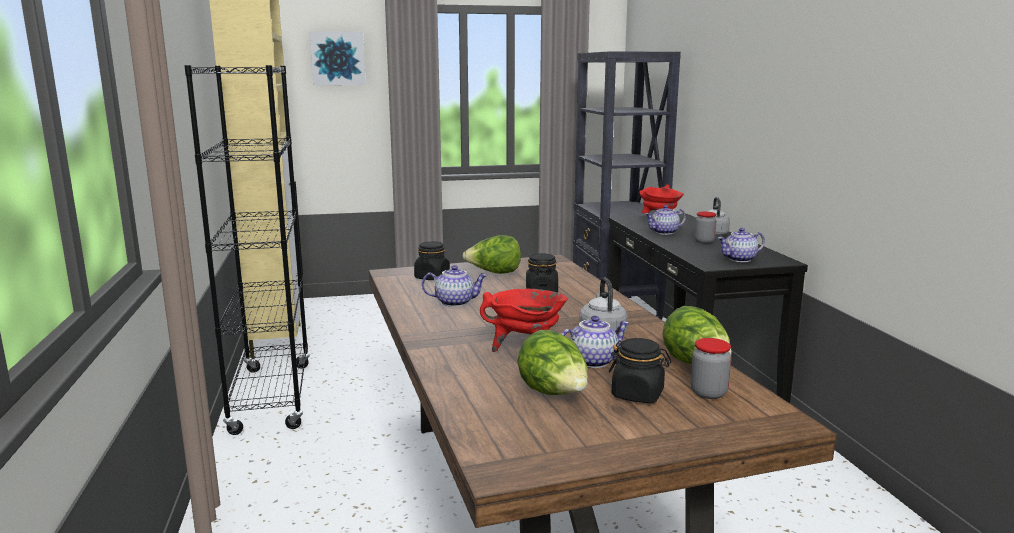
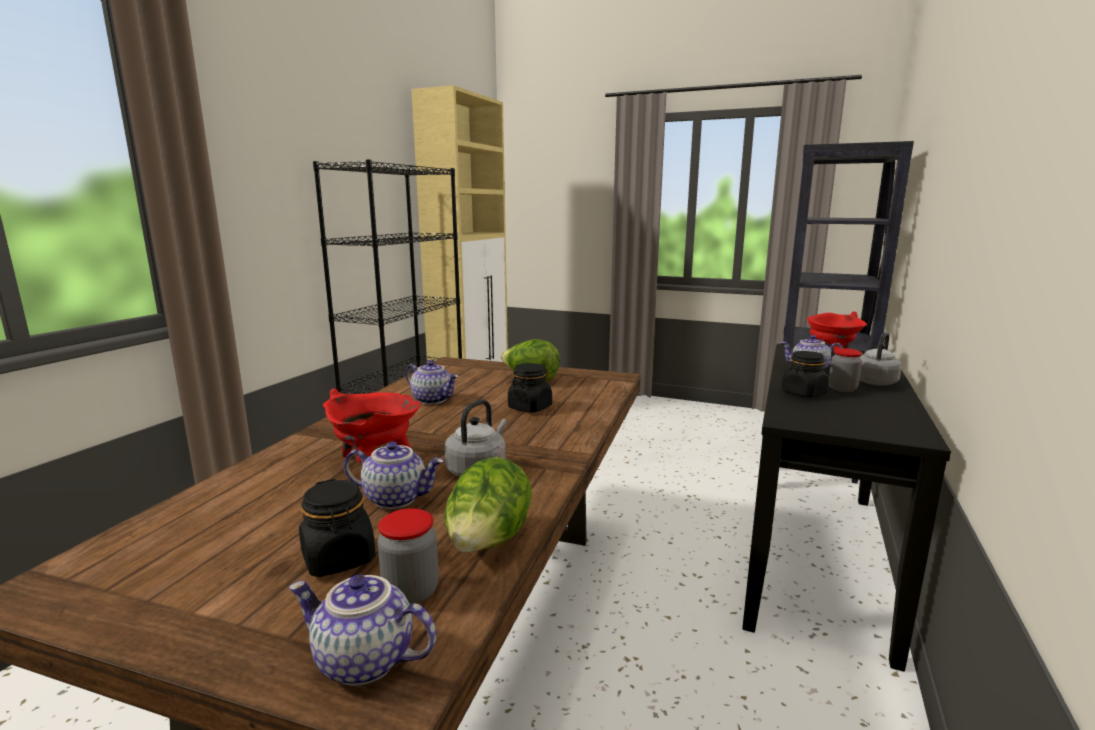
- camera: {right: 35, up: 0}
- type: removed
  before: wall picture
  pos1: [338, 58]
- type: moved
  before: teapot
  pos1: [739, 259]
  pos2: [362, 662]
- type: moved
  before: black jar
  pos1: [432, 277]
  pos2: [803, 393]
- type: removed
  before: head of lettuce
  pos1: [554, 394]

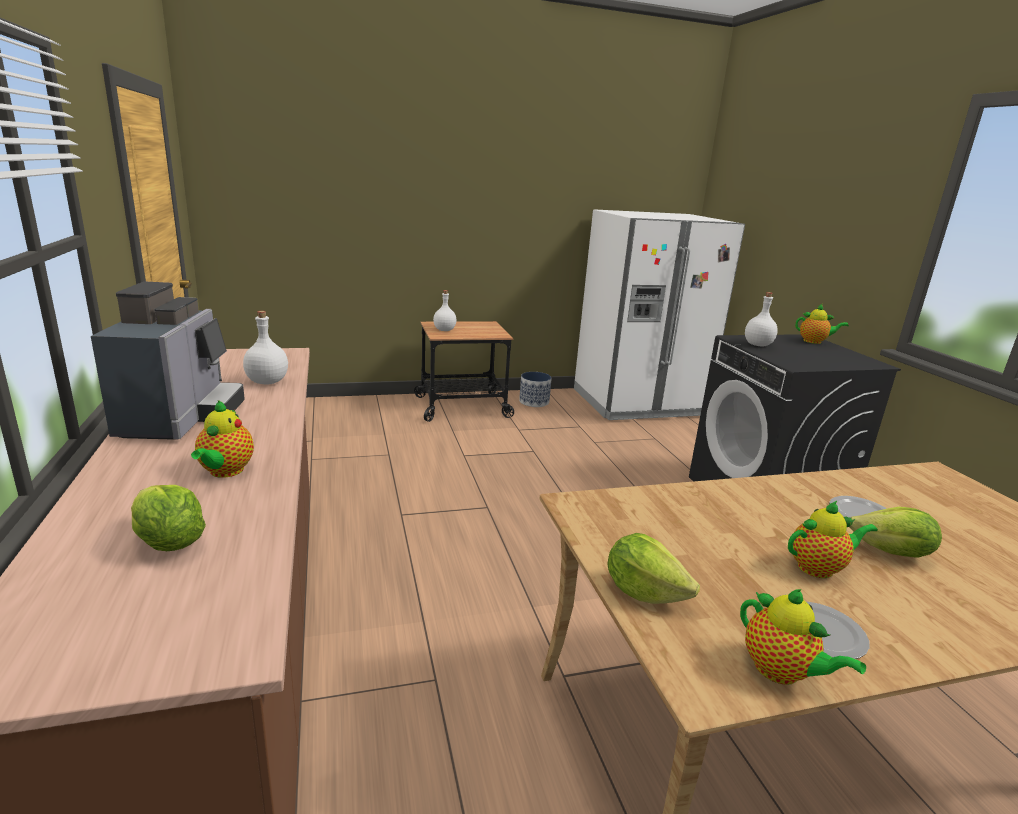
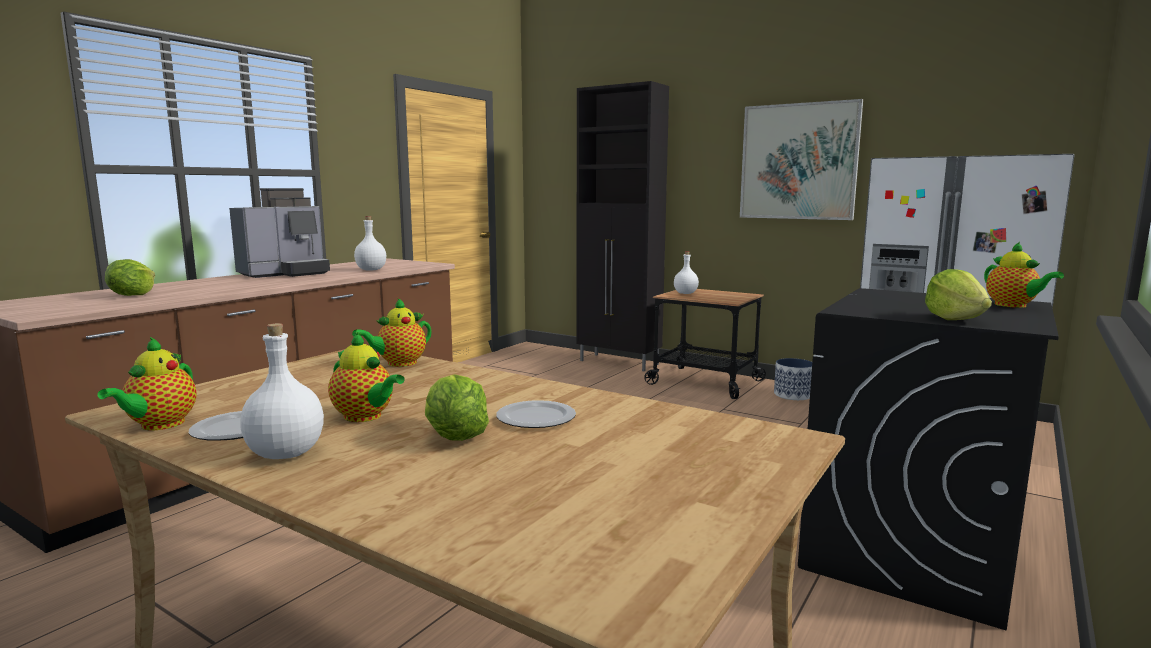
- camera: {right: 50, up: -10}
- type: moved
  before: whitish beverage bottle
  pos1: [758, 345]
  pos2: [287, 454]
- type: moved
  before: teapot
  pos1: [225, 472]
  pos2: [399, 363]
- type: moved
  before: head of lettuce
  pos1: [644, 592]
  pos2: [955, 319]
- type: added
  after: black storage cabinet
  pos2: [619, 363]
- type: added
  after: wall picture
  pos2: [798, 161]

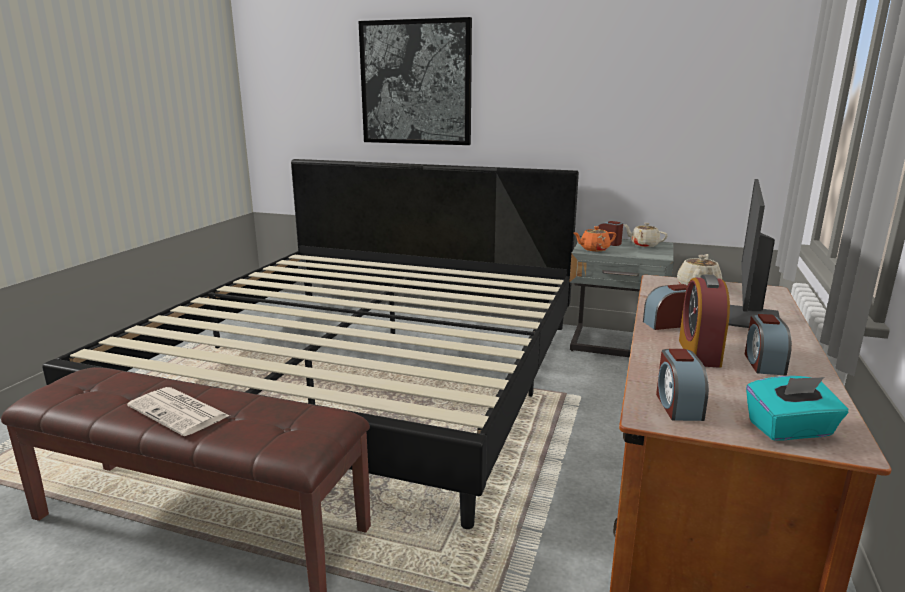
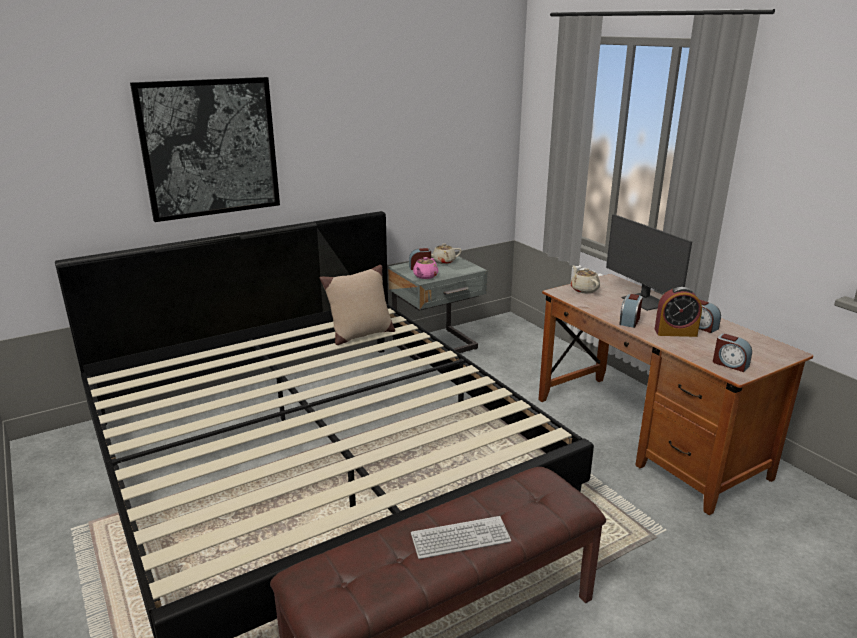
- camera: {right: -50, up: 5}
- type: recoloured
  before: orange teapot
  after: pink teapot
  pos1: [593, 249]
  pos2: [425, 276]
- type: turned
  before: alarm clock
  pos1: [699, 353]
  pos2: [675, 332]
  turn: -45
- type: removed
  before: turquoise box of tissues
  pos1: [790, 430]
- type: replaced
  before: daily paper
  after: keyboard
  pos1: [180, 412]
  pos2: [460, 539]
- type: added
  after: beige throw pillow
  pos2: [360, 335]

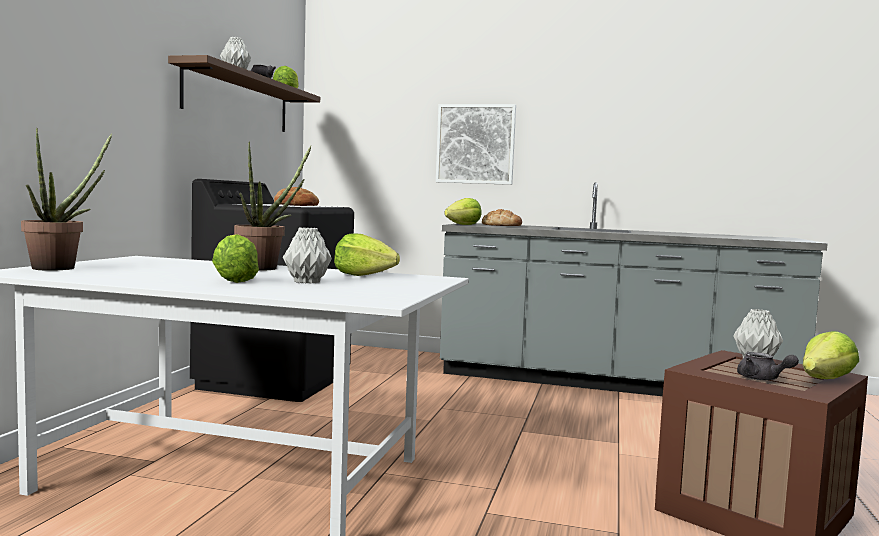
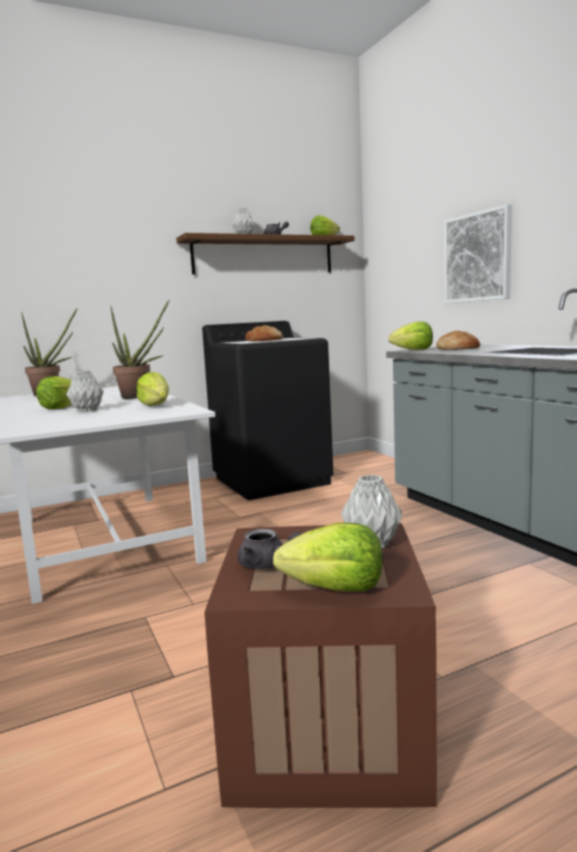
- camera: {right: 50, up: 5}
- type: turned
  before: gray teapot
  pos1: [762, 379]
  pos2: [268, 564]
  turn: -75

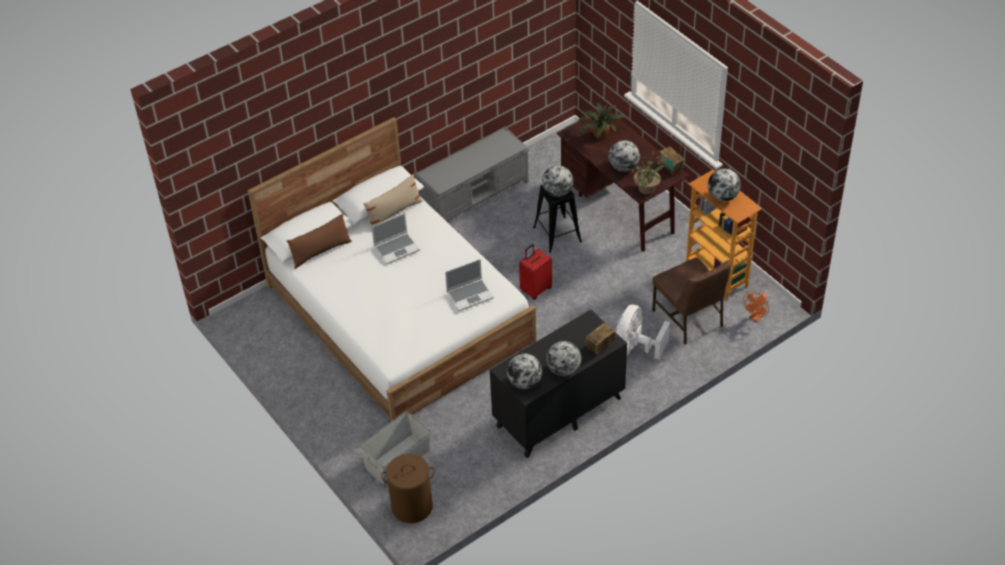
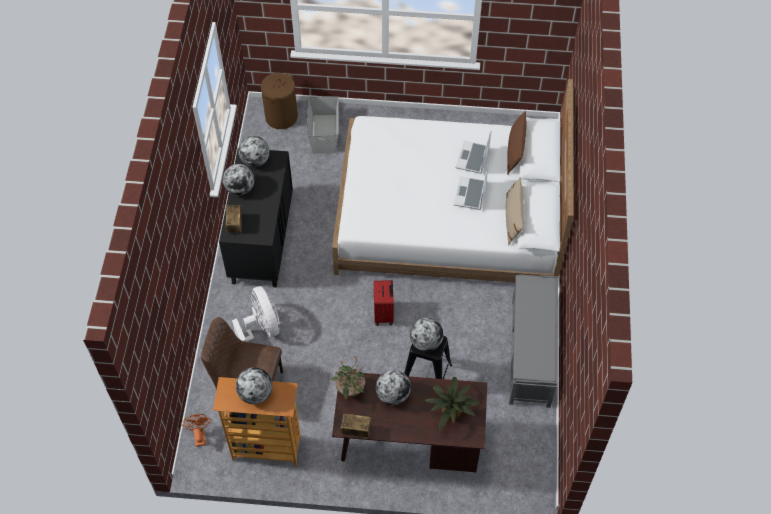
- camera: {right: 130, up: 10}
- type: moved
  before: notebook computer
  pos1: [470, 295]
  pos2: [473, 158]

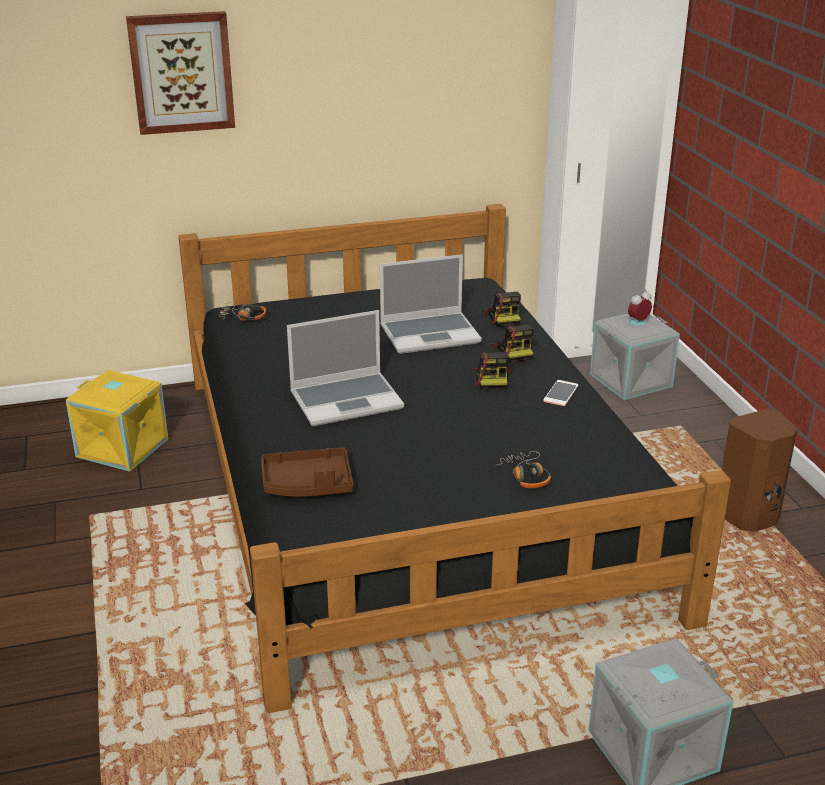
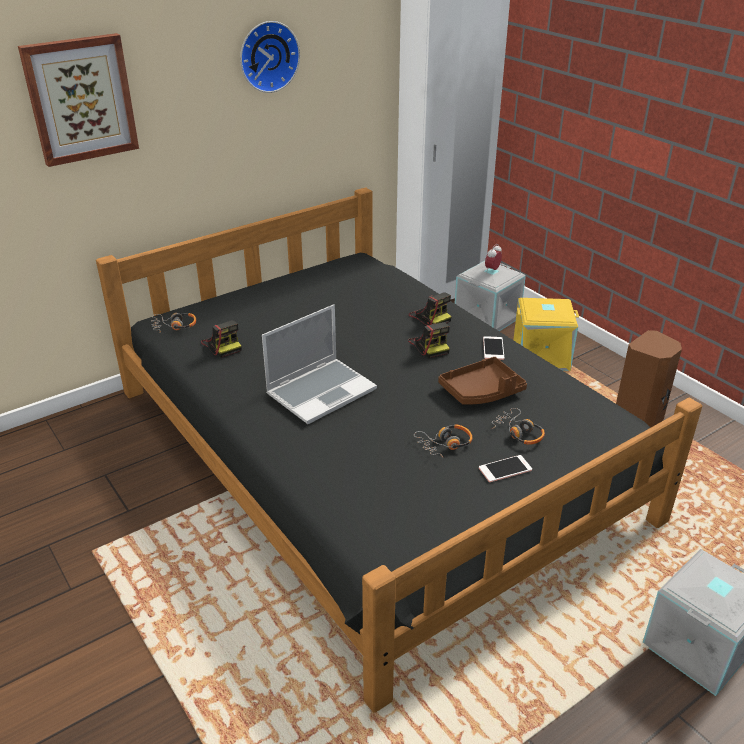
- camera: {right: -20, up: 5}
- type: removed
  before: notebook computer
  pos1: [430, 334]
- type: moved
  before: still camera
  pos1: [502, 317]
  pos2: [222, 345]
- type: moved
  before: yellowish storage container
  pos1: [124, 447]
  pos2: [541, 356]
- type: moved
  before: brown carrying tray
  pos1: [308, 485]
  pos2: [482, 391]
- type: added
  after: hanging clock
  pos2: [267, 56]
- type: added
  after: headset
  pos2: [445, 444]
- type: added
  after: phone
  pos2: [505, 469]

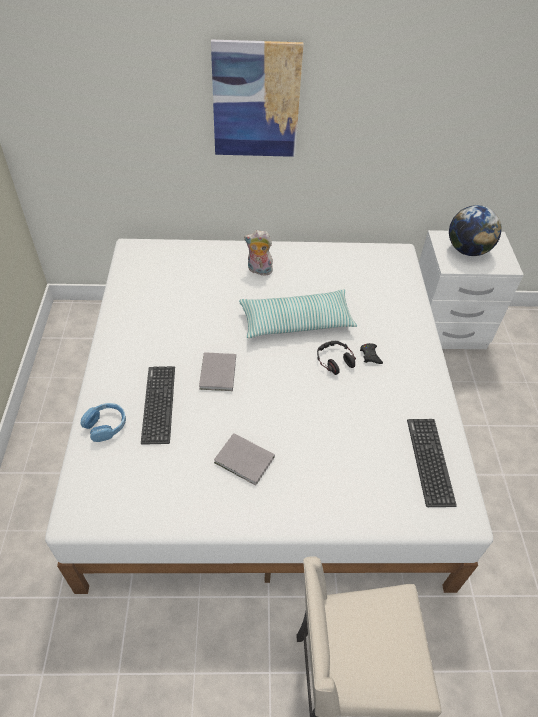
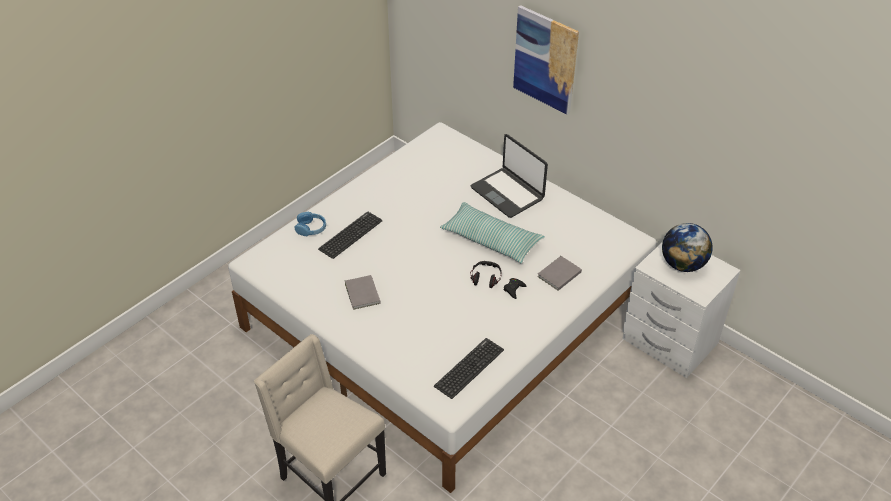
- camera: {right: 45, up: -5}
- type: replaced
  before: cuddly toy
  after: notebook computer
  pos1: [258, 270]
  pos2: [507, 193]
- type: moved
  before: gray book
  pos1: [217, 374]
  pos2: [558, 274]

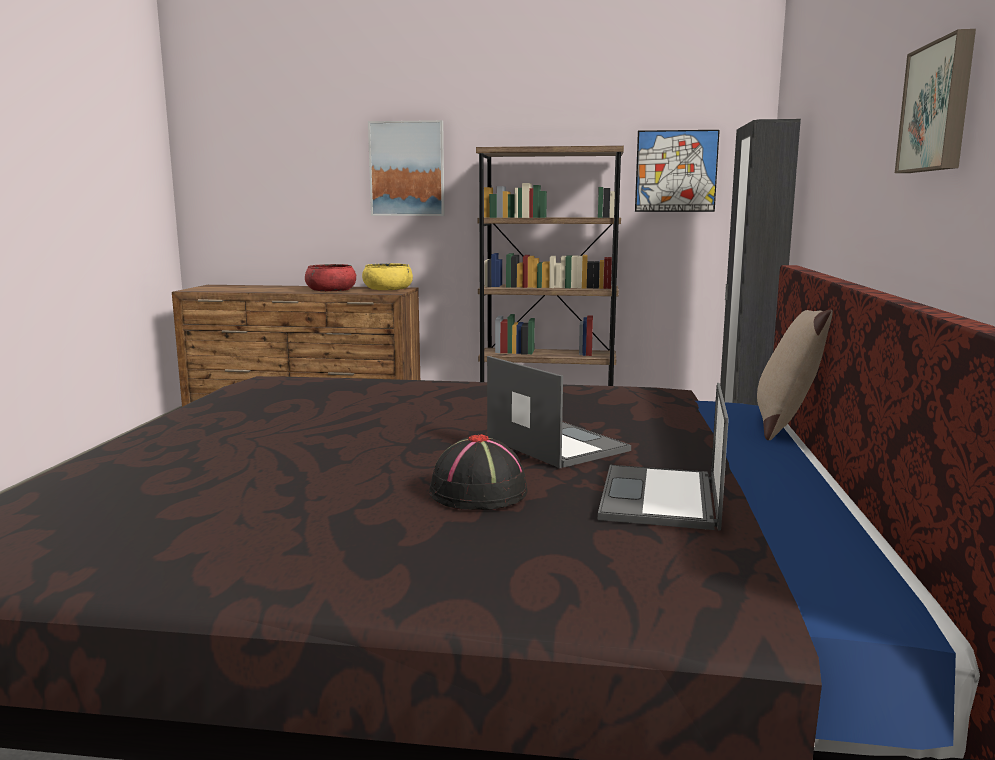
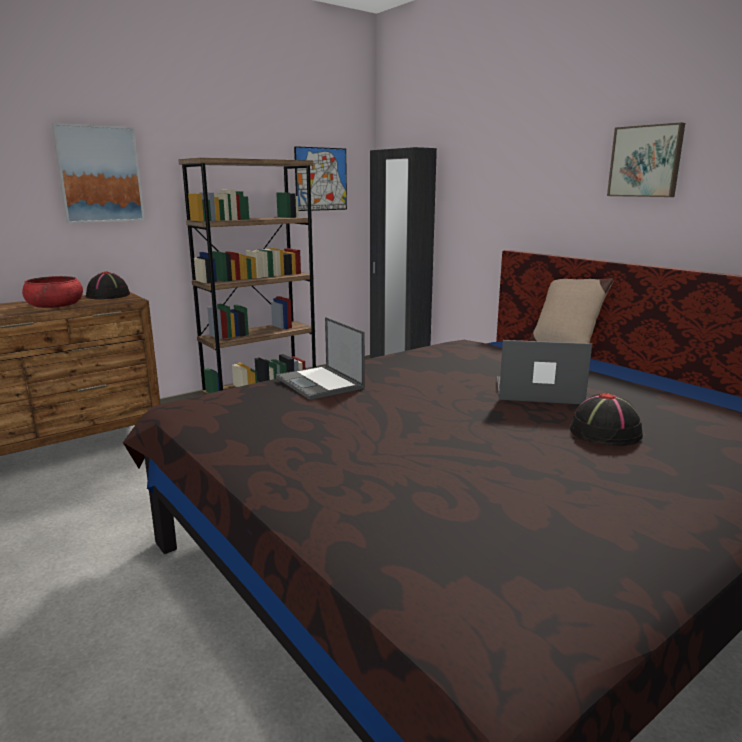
- camera: {right: -45, up: 5}
- type: replaced
  before: yellowish serving bowl
  after: black wearable hat
  pos1: [387, 289]
  pos2: [108, 296]
- type: moved
  before: notebook computer
  pos1: [661, 499]
  pos2: [320, 383]

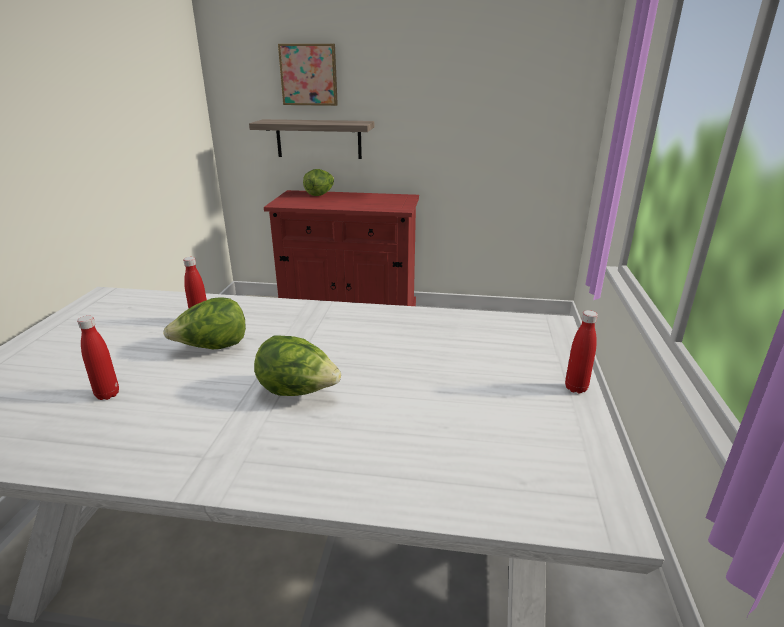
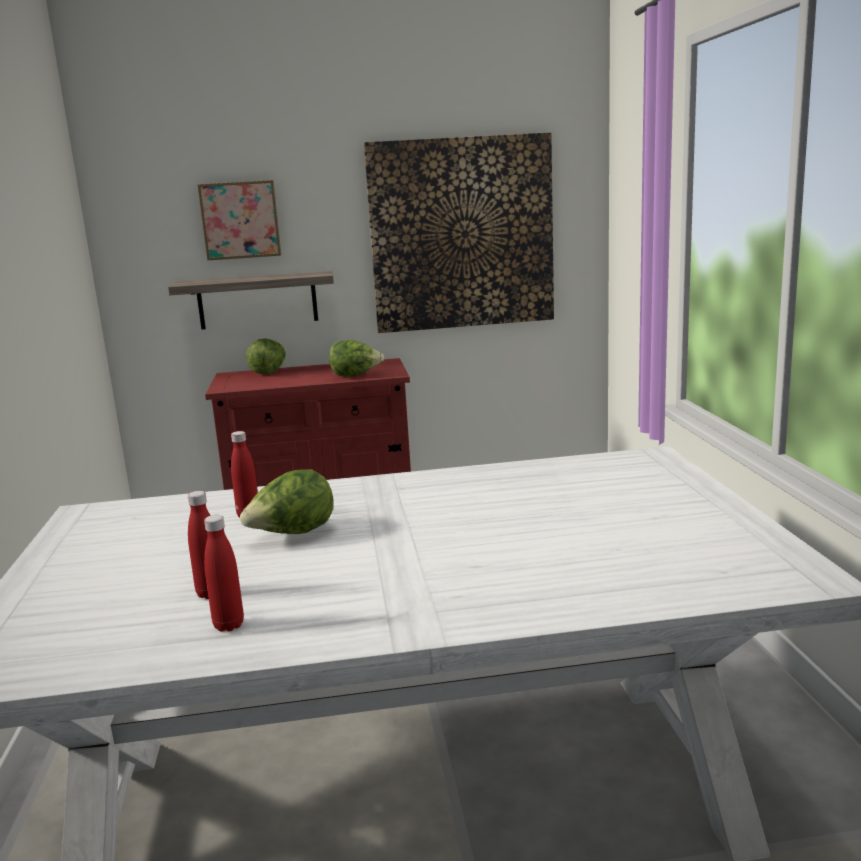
- camera: {right: -15, up: -10}
- type: moved
  before: red beverage bottle
  pos1: [576, 388]
  pos2: [229, 625]
- type: moved
  before: head of lettuce
  pos1: [298, 392]
  pos2: [355, 376]
- type: added
  after: wall picture
  pos2: [461, 234]

